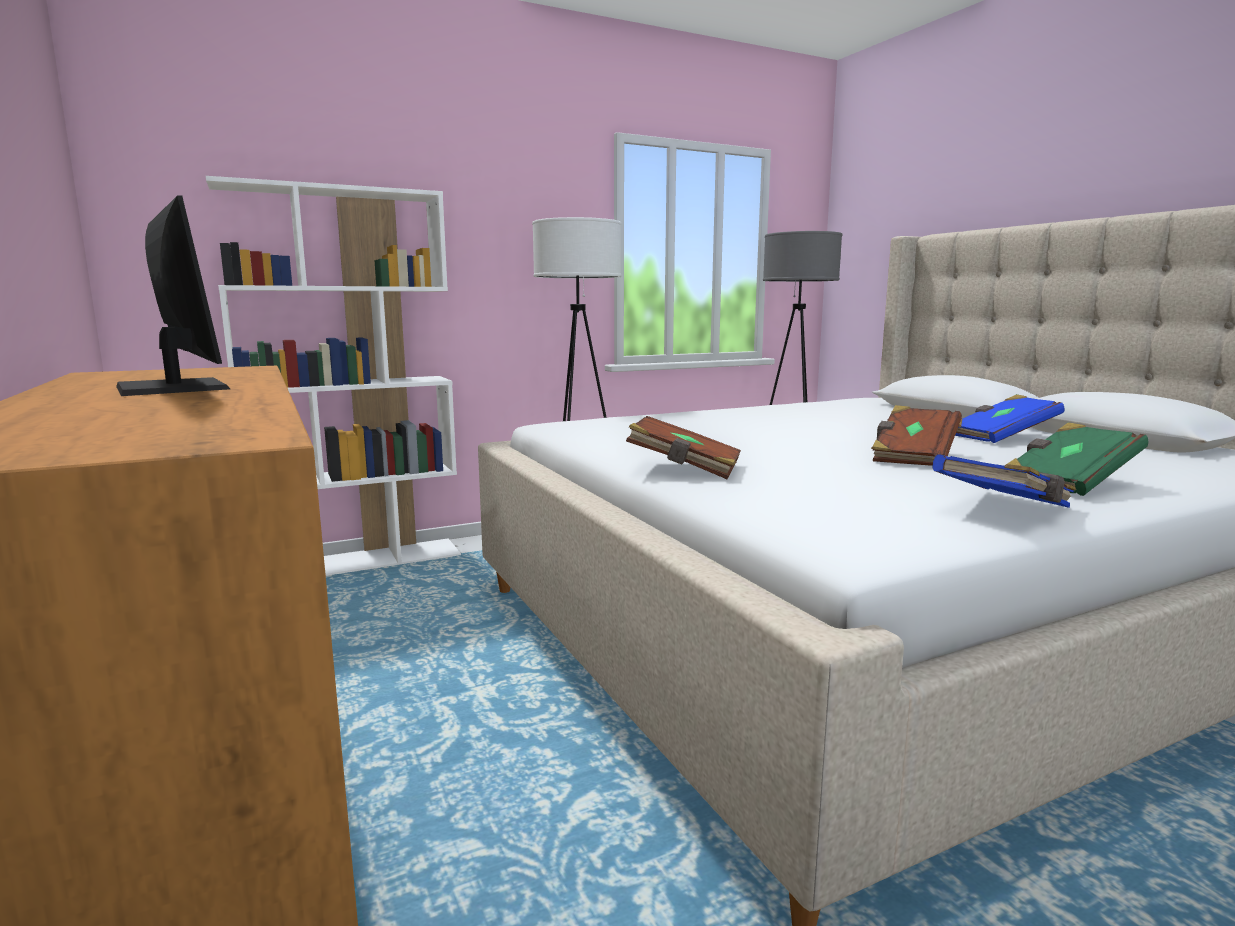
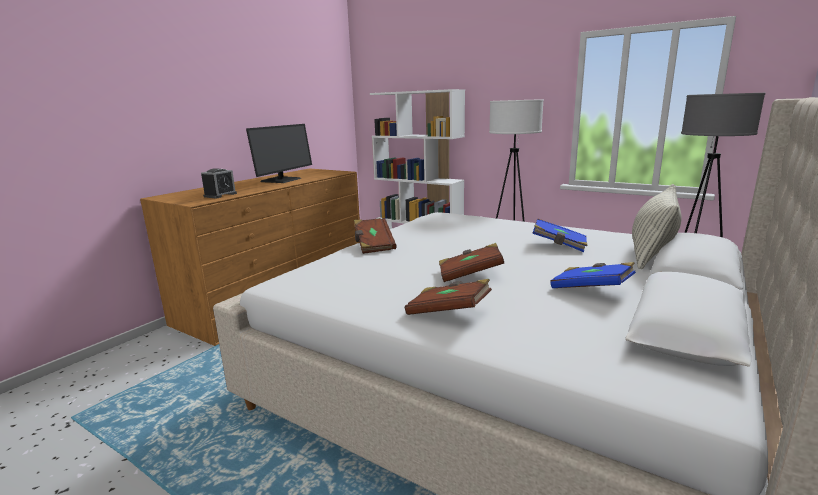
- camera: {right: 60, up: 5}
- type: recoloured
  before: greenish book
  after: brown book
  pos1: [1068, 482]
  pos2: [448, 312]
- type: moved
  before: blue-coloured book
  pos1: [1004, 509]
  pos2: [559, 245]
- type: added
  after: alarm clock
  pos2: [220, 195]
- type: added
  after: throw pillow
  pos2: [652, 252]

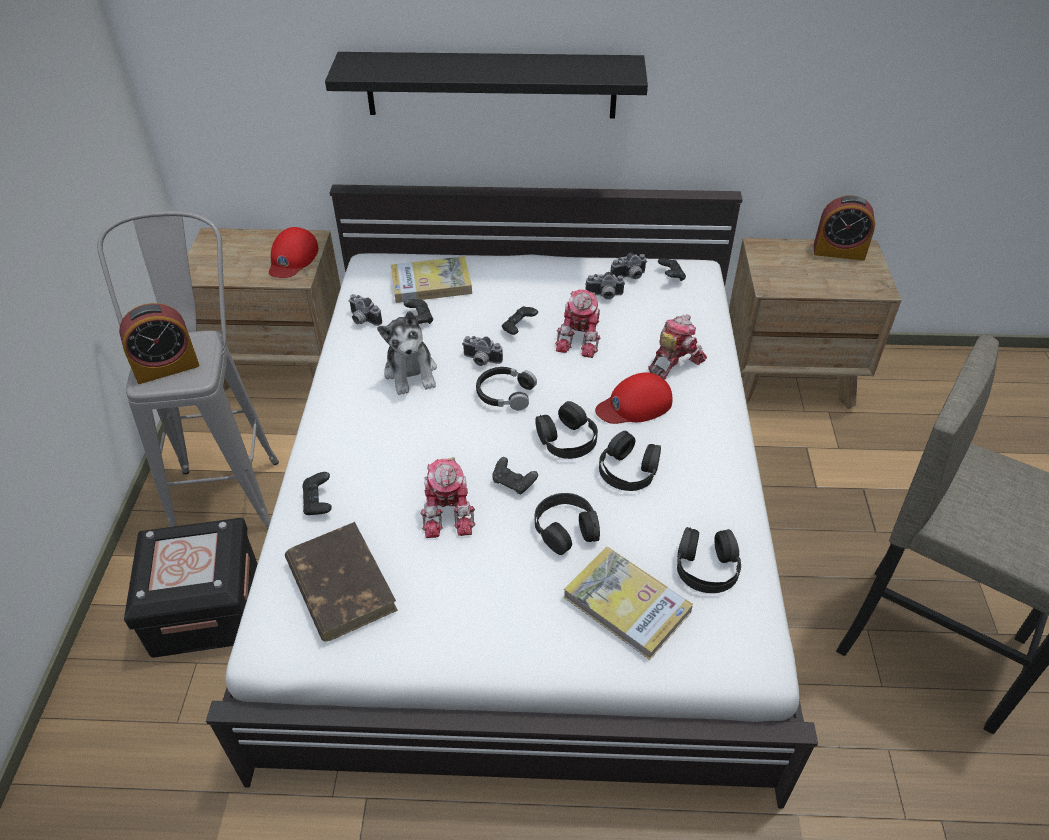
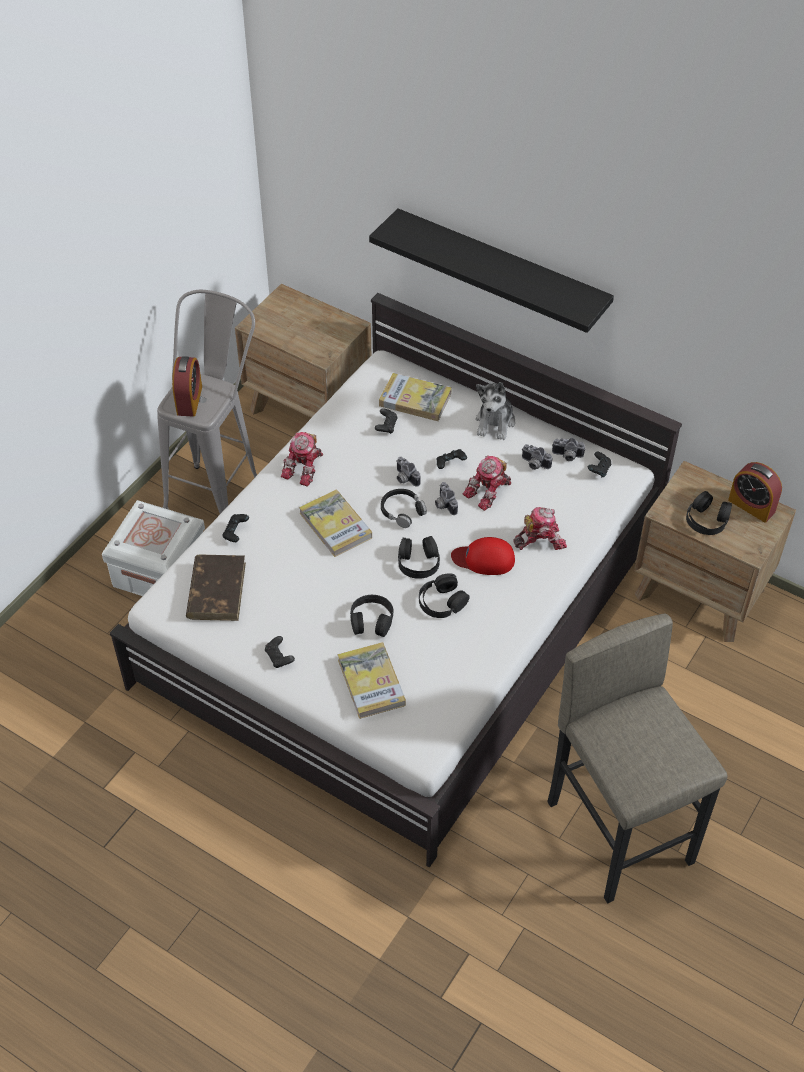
- camera: {right: 30, up: 5}
- type: removed
  before: red cap
  pos1: [292, 258]
- type: moved
  before: still camera
  pos1: [362, 320]
  pos2: [443, 505]
- type: turned
  before: alarm clock
  pos1: [166, 367]
  pos2: [189, 400]
  turn: -90
- type: moved
  before: cuddly toy
  pos1: [411, 372]
  pos2: [495, 422]
- type: moved
  before: model robot
  pos1: [449, 510]
  pos2: [305, 468]
- type: moved
  before: black gamepad
  pos1: [513, 483]
  pos2: [279, 657]
- type: recoloured
  before: black storage container
  after: whitish storage container
  pos1: [206, 608]
  pos2: [160, 570]
- type: moved
  before: black headset
  pos1: [706, 567]
  pos2: [707, 519]
- type: added
  after: book
  pos2: [335, 525]

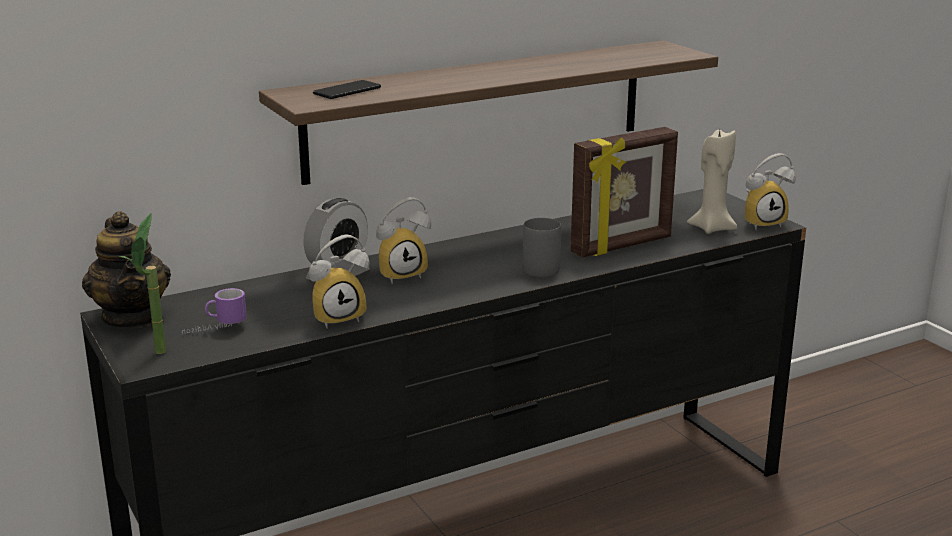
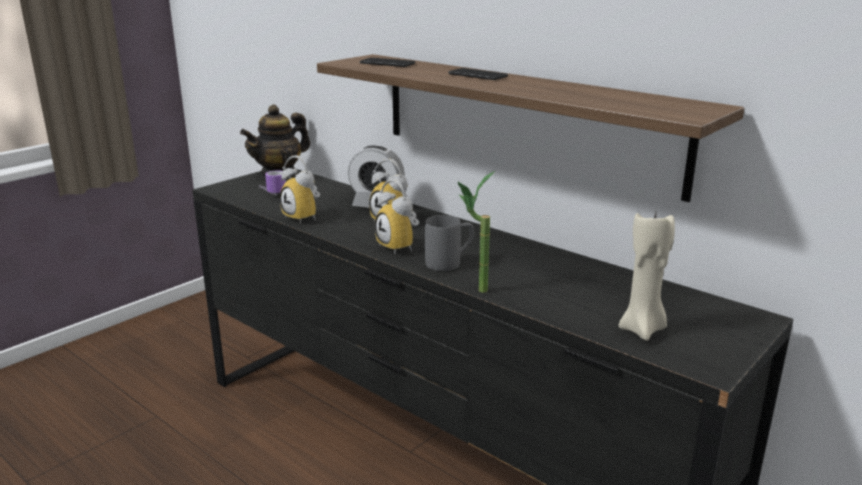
- camera: {right: 70, up: 0}
- type: removed
  before: standing frame
  pos1: [622, 246]
- type: moved
  before: alarm clock
  pos1: [762, 223]
  pos2: [401, 246]
- type: moved
  before: plant in a pot
  pos1: [156, 356]
  pos2: [473, 291]
- type: added
  after: phone
  pos2: [477, 75]

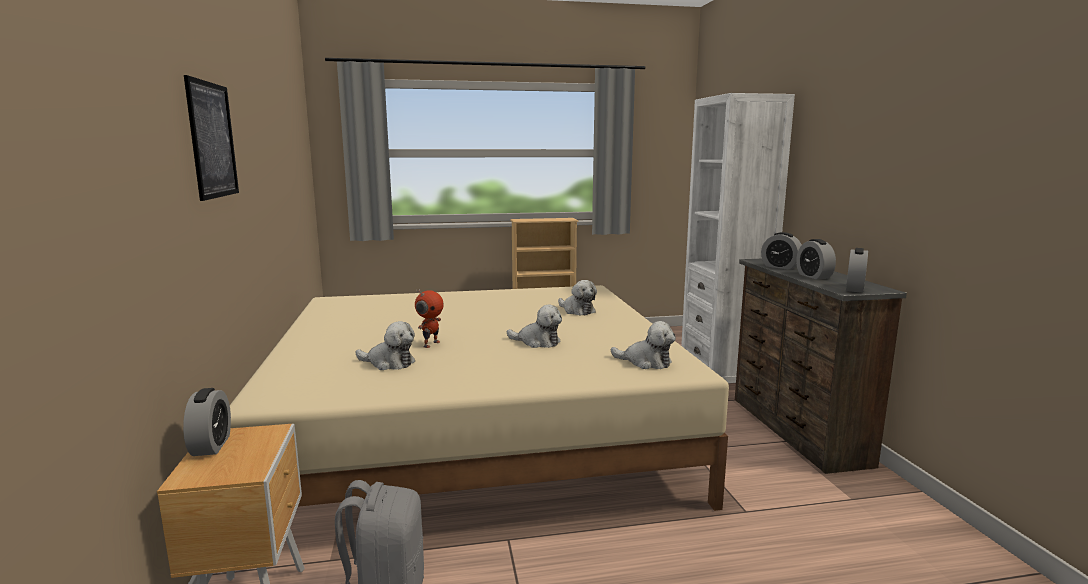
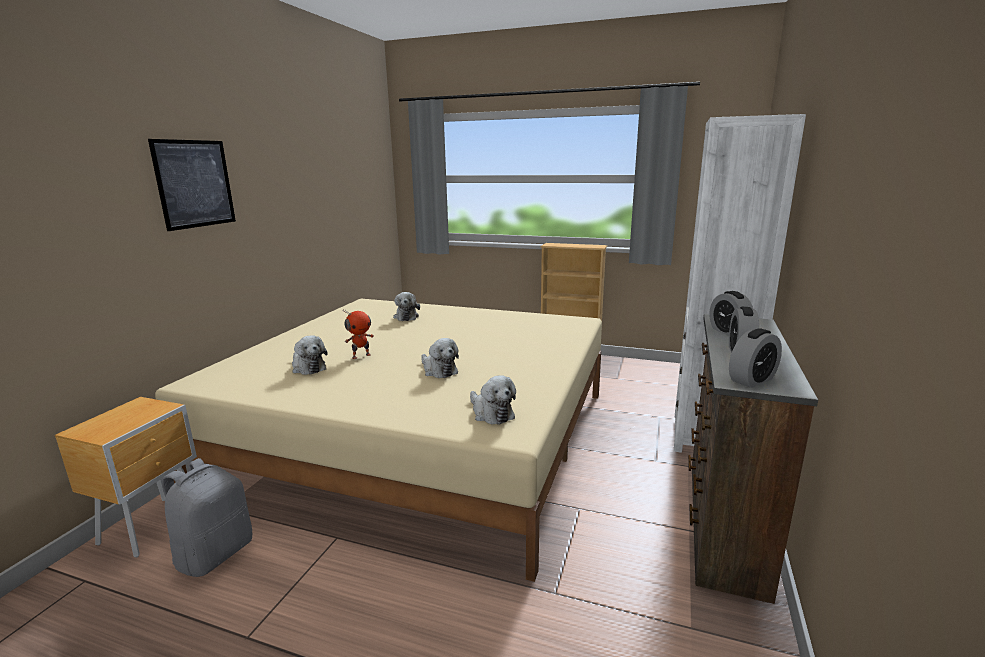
- camera: {right: 30, up: 5}
- type: moved
  before: cuddly toy
  pos1: [577, 310]
  pos2: [406, 316]
- type: removed
  before: alarm clock
  pos1: [211, 445]

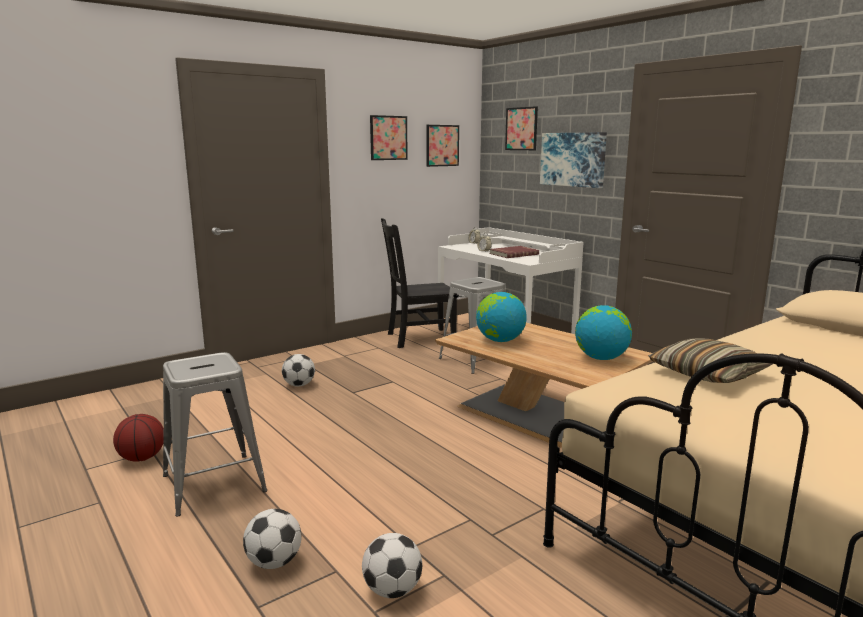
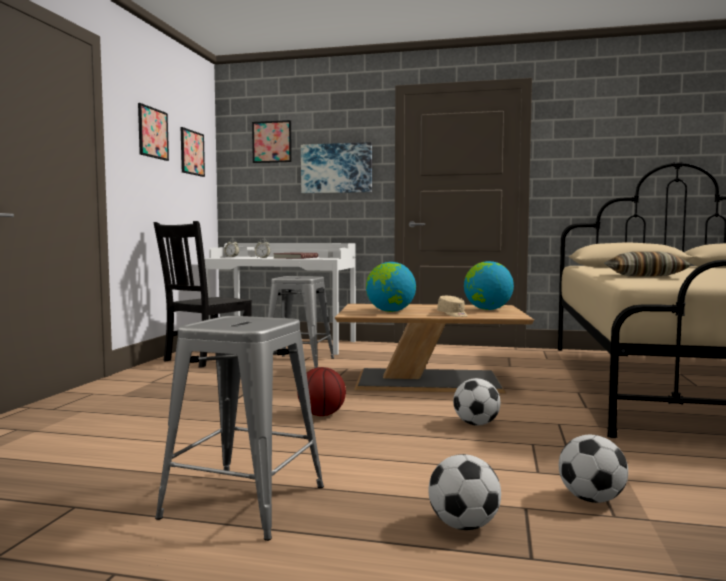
- camera: {right: -40, up: -10}
- type: moved
  before: football ball
  pos1: [299, 385]
  pos2: [476, 424]
- type: moved
  before: ball for basketball
  pos1: [142, 458]
  pos2: [321, 414]
- type: added
  after: beige cap
  pos2: [453, 314]

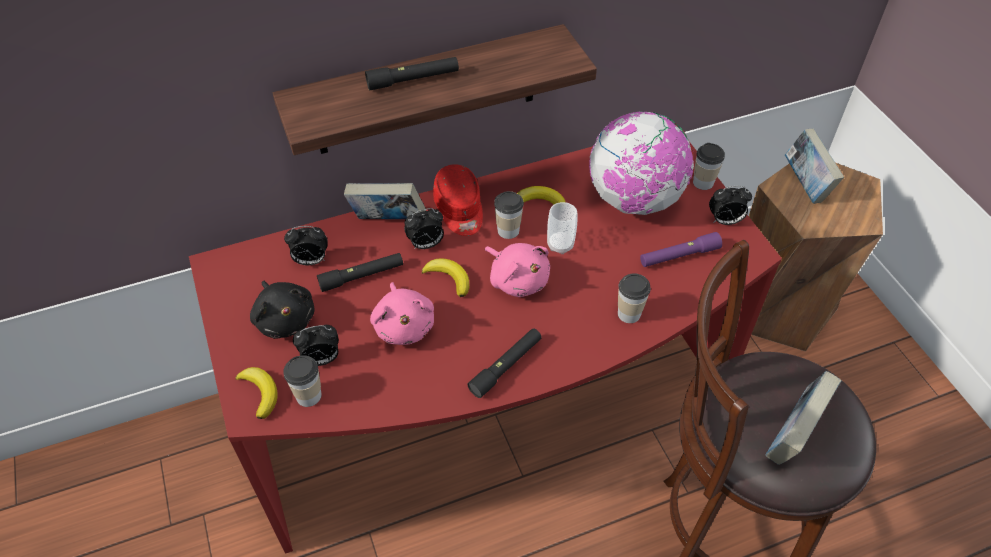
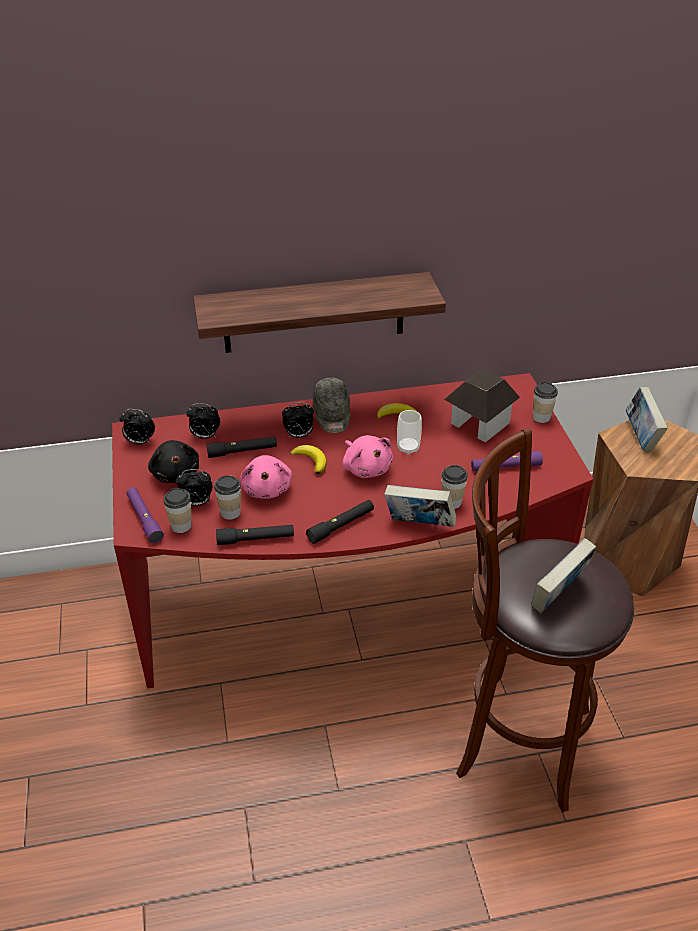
- camera: {right: 10, up: -10}
- type: moved
  before: black torch
  pos1: [413, 80]
  pos2: [255, 539]
- type: replaced
  before: globe
  after: miniature house
  pos1: [634, 200]
  pos2: [479, 424]
- type: recoloured
  before: red cap
  after: gray cap
  pos1: [459, 210]
  pos2: [332, 415]
- type: moved
  before: book
  pos1: [388, 222]
  pos2: [419, 525]
- type: moved
  before: alarm clock
  pos1: [724, 221]
  pos2: [139, 442]
- type: moved
  before: drinking cup
  pos1: [508, 231]
  pos2: [230, 512]
- type: replaced
  before: banana
  after: purple-coloured torch
  pos1: [260, 392]
  pos2: [144, 519]

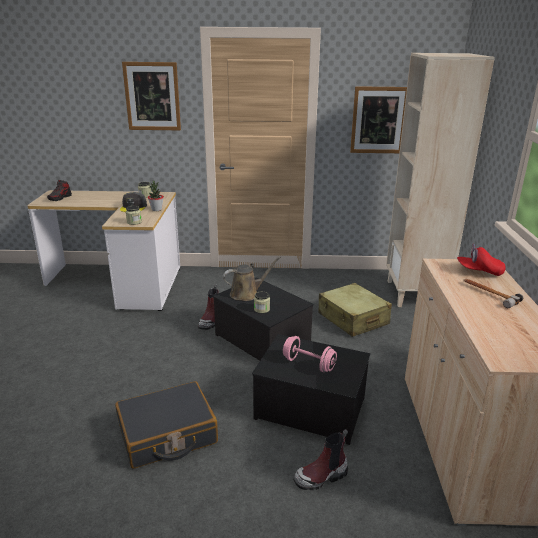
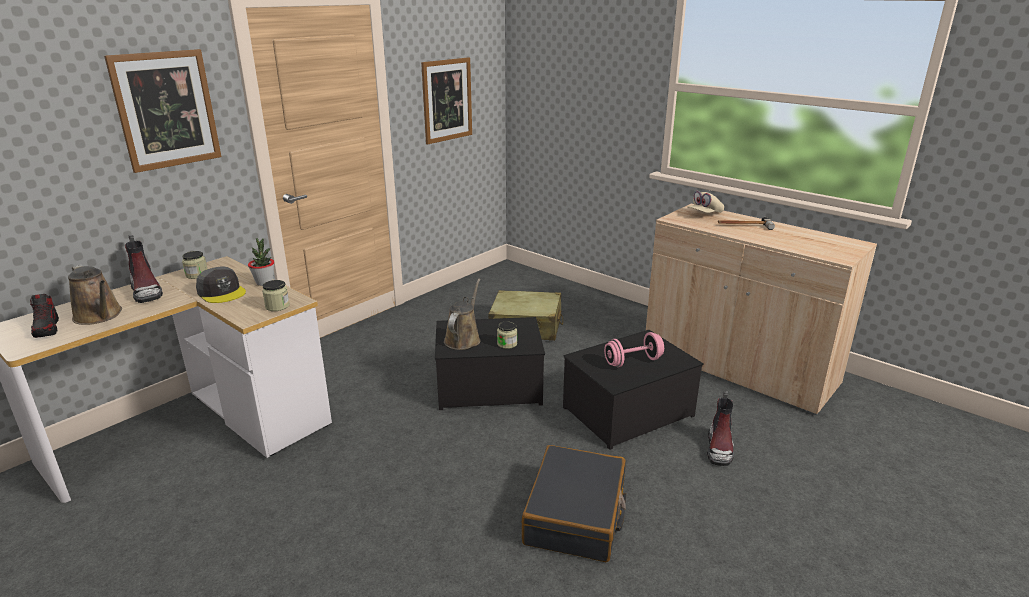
- camera: {right: -50, up: 0}
- type: removed
  before: beige shelving unit
  pos1: [415, 294]
- type: recoloured
  before: red cap
  after: beige cap
  pos1: [479, 271]
  pos2: [704, 214]
- type: moved
  before: tall boot
  pos1: [210, 321]
  pos2: [147, 292]
- type: added
  after: brown watering pot
  pos2: [99, 316]

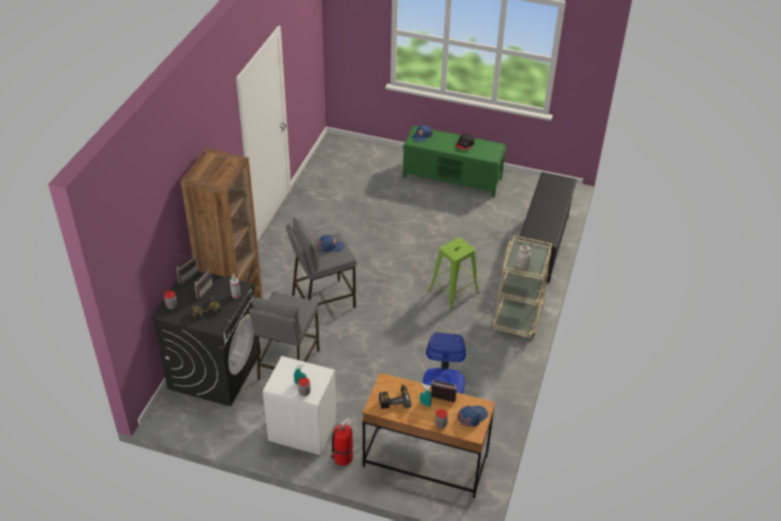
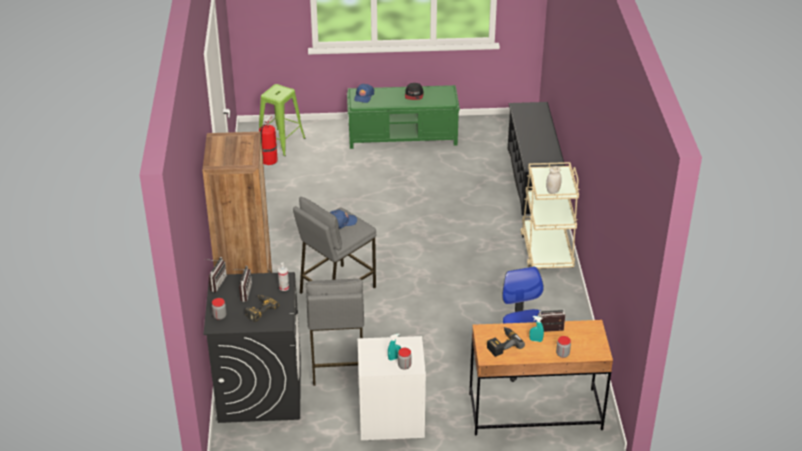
- camera: {right: -20, up: -5}
- type: moved
  before: greenish stool
  pos1: [453, 291]
  pos2: [280, 142]
- type: removed
  before: blue-coloured cap
  pos1: [472, 417]
- type: moved
  before: extinguisher
  pos1: [342, 458]
  pos2: [269, 160]

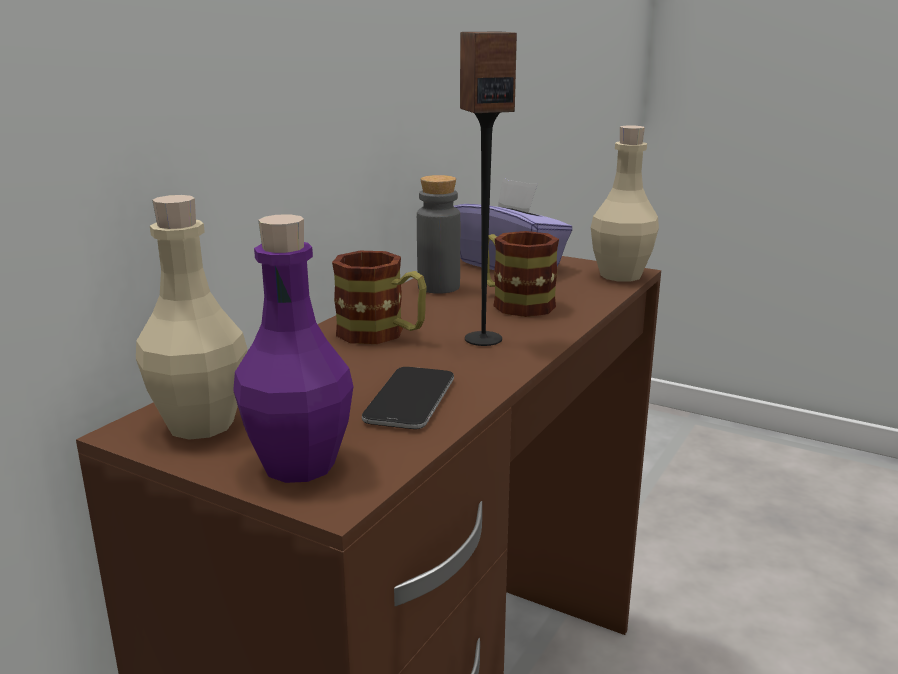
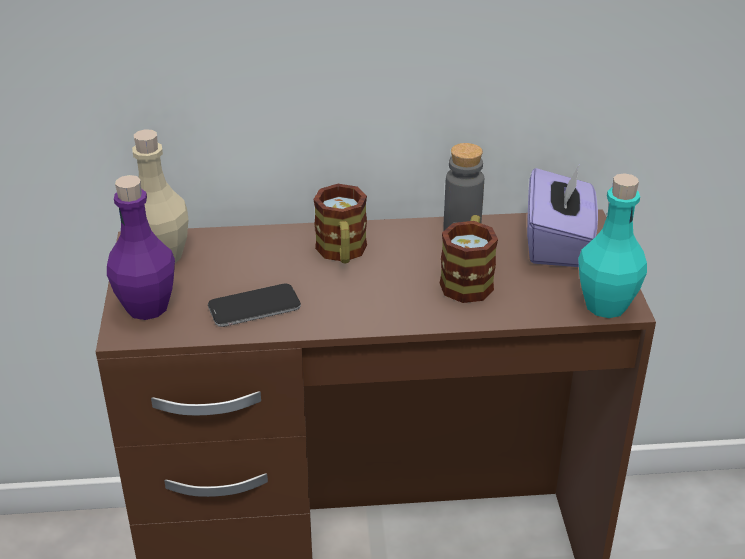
- camera: {right: 55, up: 15}
- type: removed
  before: loudspeaker
  pos1: [483, 338]
- type: recoloured
  before: beige beverage bottle
  after: turquoise beverage bottle
  pos1: [621, 275]
  pos2: [605, 305]

